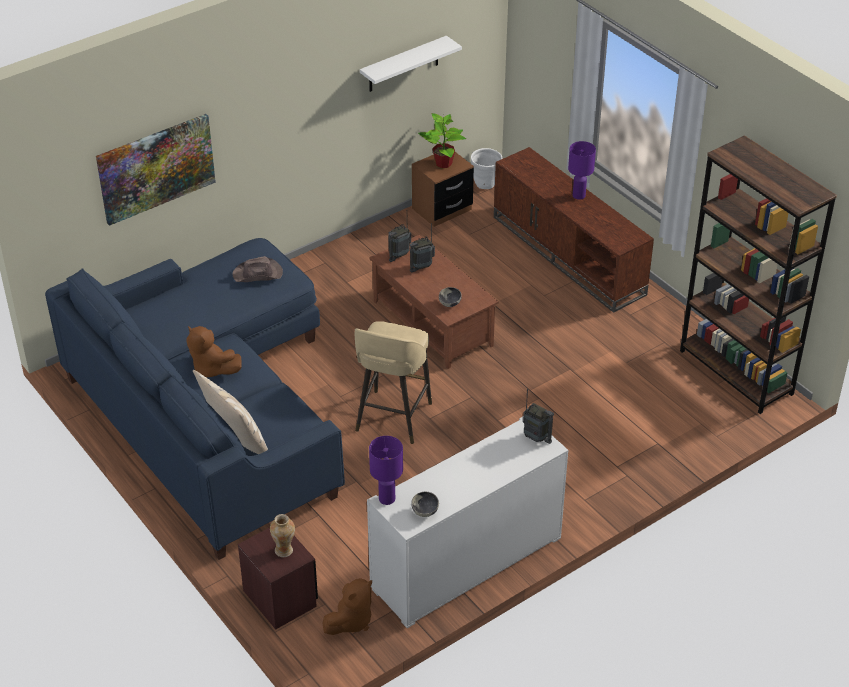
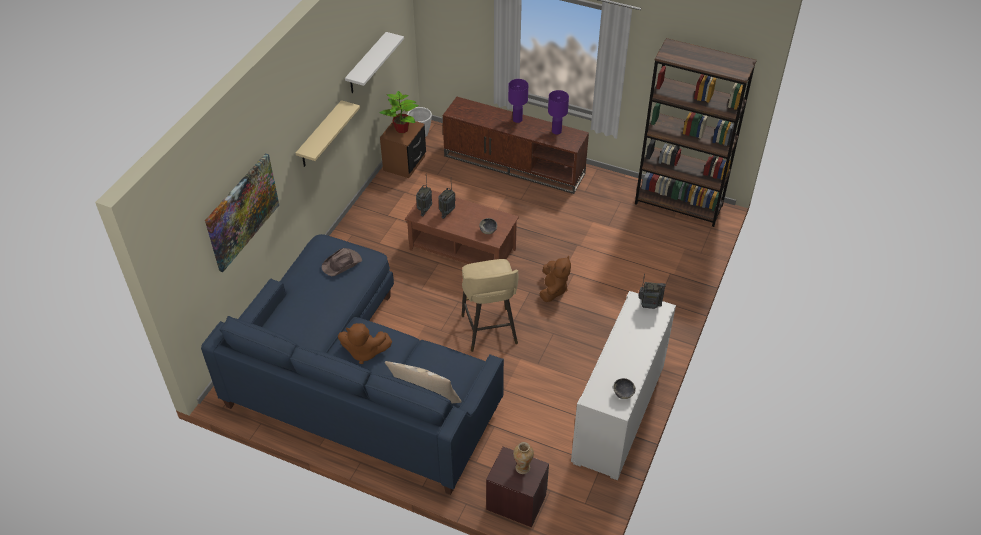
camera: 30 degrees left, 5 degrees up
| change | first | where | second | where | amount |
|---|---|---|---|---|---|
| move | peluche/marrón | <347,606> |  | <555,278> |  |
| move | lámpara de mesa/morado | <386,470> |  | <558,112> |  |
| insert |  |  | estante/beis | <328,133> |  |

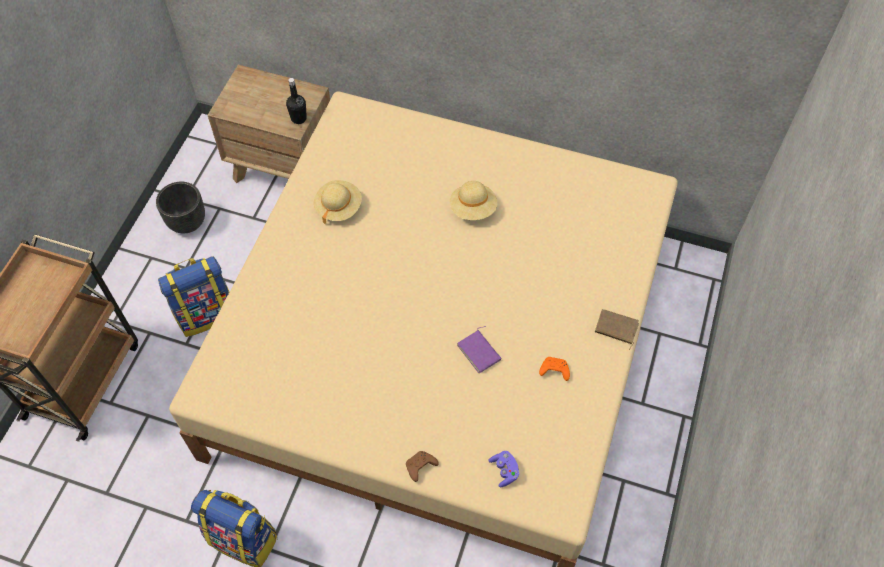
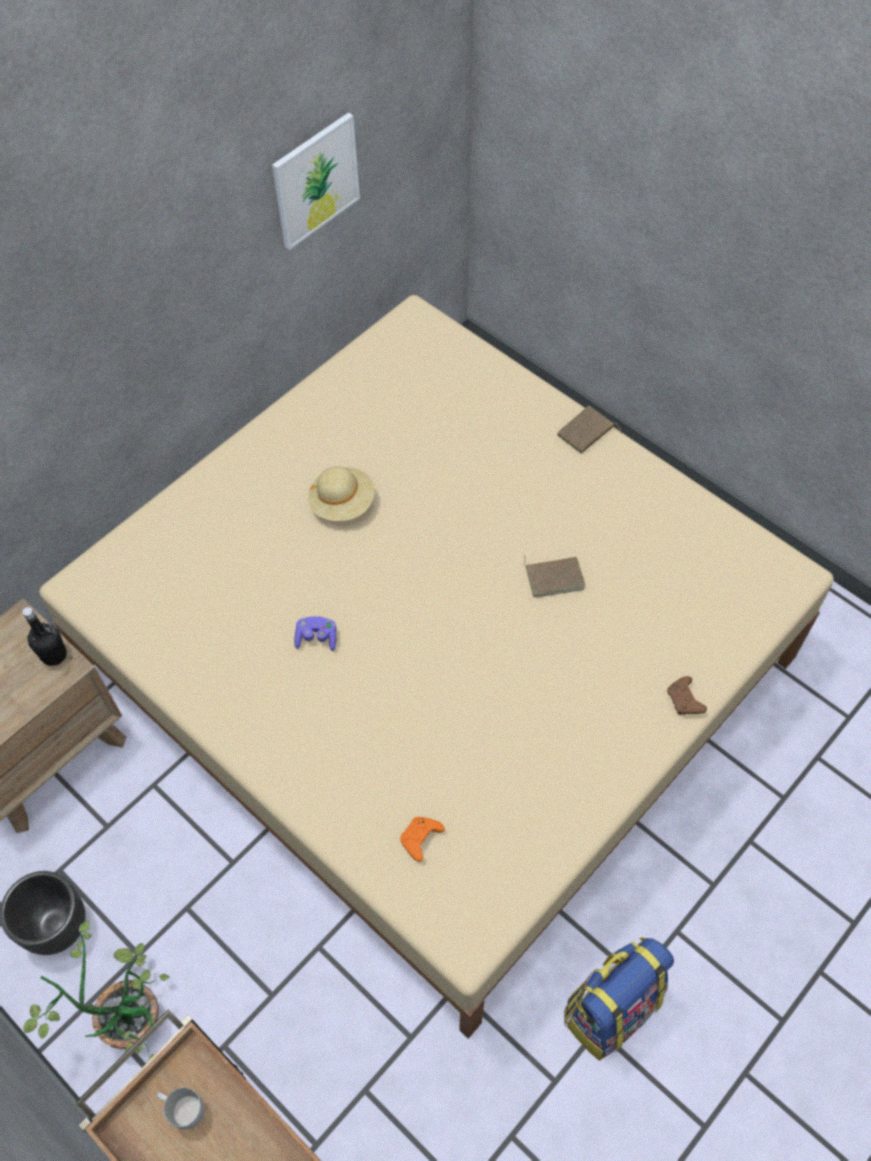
camera: 65 degrees left, 0 degrees up
| change | first | where | second | where | amount |
|---|---|---|---|---|---|
| delete | mochila | <193,296> |  |  |  |
| delete | sombrero/beis | <338,202> |  |  |  |
| recolor | libro/morado | <479,349> | libro/marrón | <555,577> |  |
| move | mando de consola/morado | <504,469> |  | <315,633> |  |
| move | mando de consola/naranja | <554,369> |  | <422,839> |  |
| insert |  |  | planta en maceta | <96,990> |  |
| insert |  |  | taza grande/blanco | <180,1108> |  |
| insert |  |  | cuadro | <316,181> |  |

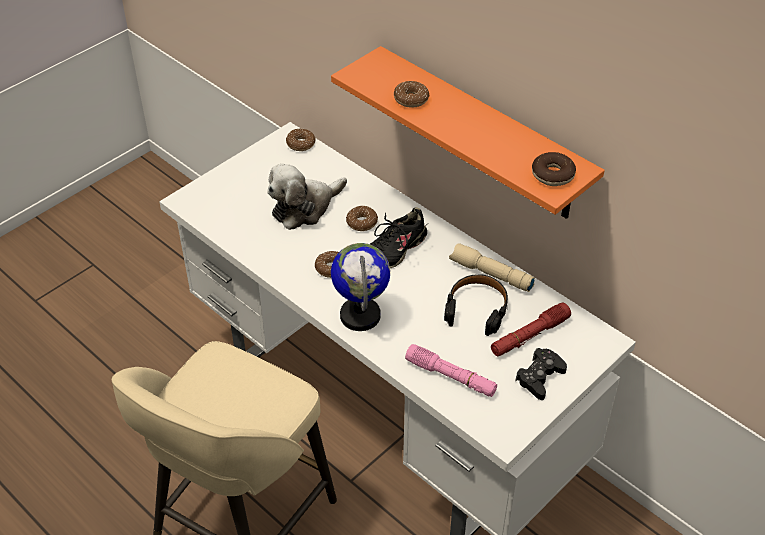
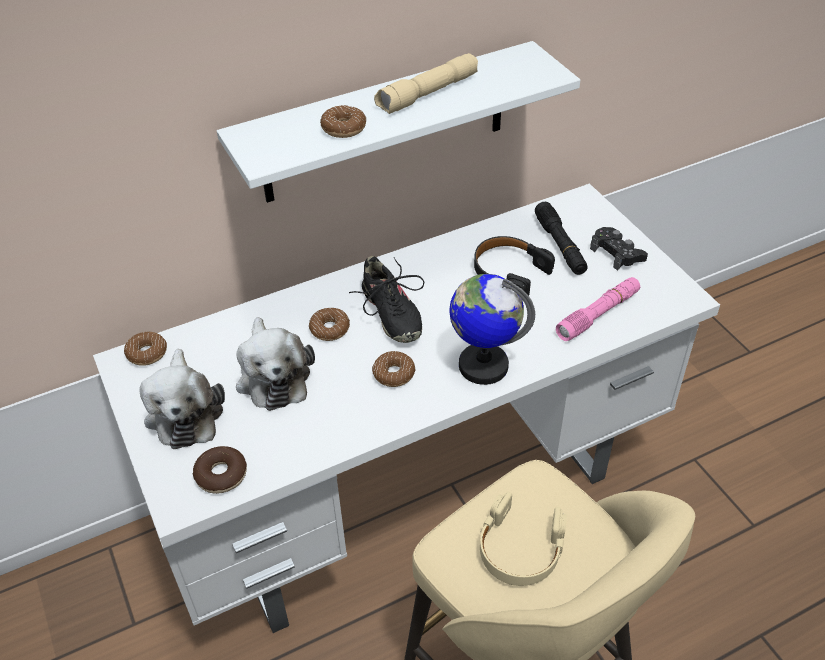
camera: 70 degrees left, 0 degrees up
| change | first | where | second | where | amount |
|---|---|---|---|---|---|
| recolor | estante/naranja | <468,132> | estante/blanco | <398,122> |  |
| move | linterna/beis | <492,268> |  | <426,83> |  |
| recolor | linterna/rojo | <531,329> | linterna/negro | <561,238> |  |
| move | rosquilla | <554,169> |  | <220,470> |  |
| insert |  |  | peluche | <182,399> |  |
| insert |  |  | auriculares/beis | <523,539> |  |

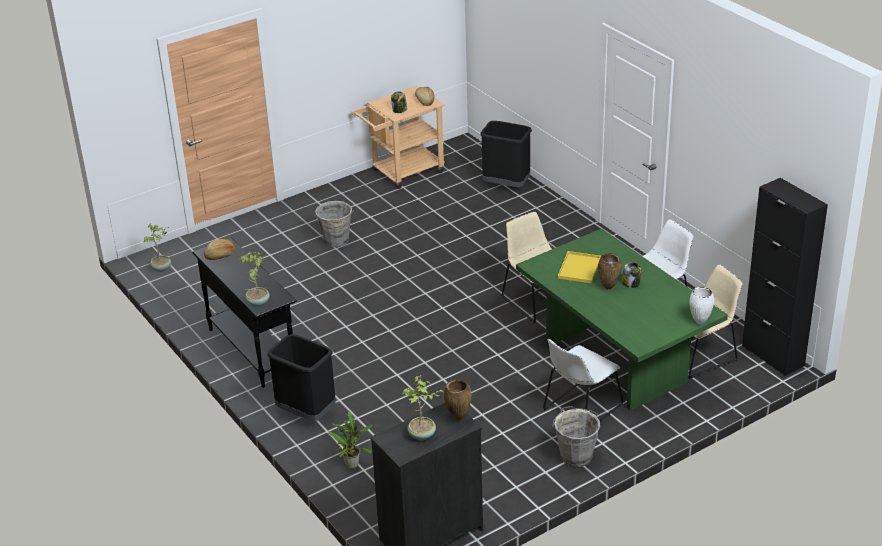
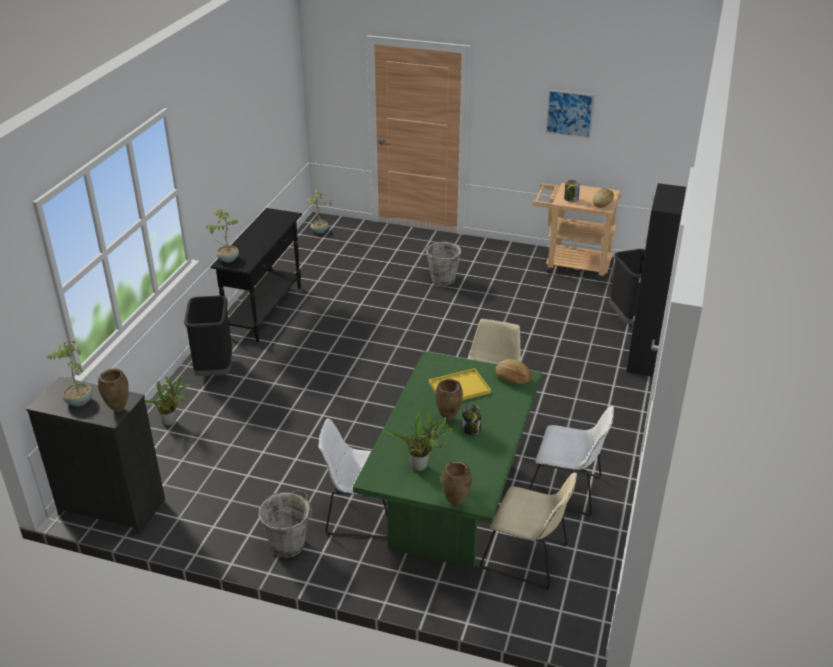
camera: 50 degrees right, 0 degrees up
| change | first | where | second | where | amount |
|---|---|---|---|---|---|
| move | pan | <220,249> |  | <513,371> |  |
| recolor | florero/blanco | <701,305> | florero/marrón | <456,483> |  |
| move | armario/negro | <785,277> |  | <656,280> |  |
| insert |  |  | planta en maceta | <419,441> |  |
| insert |  |  | cuadro | <570,114> |  |

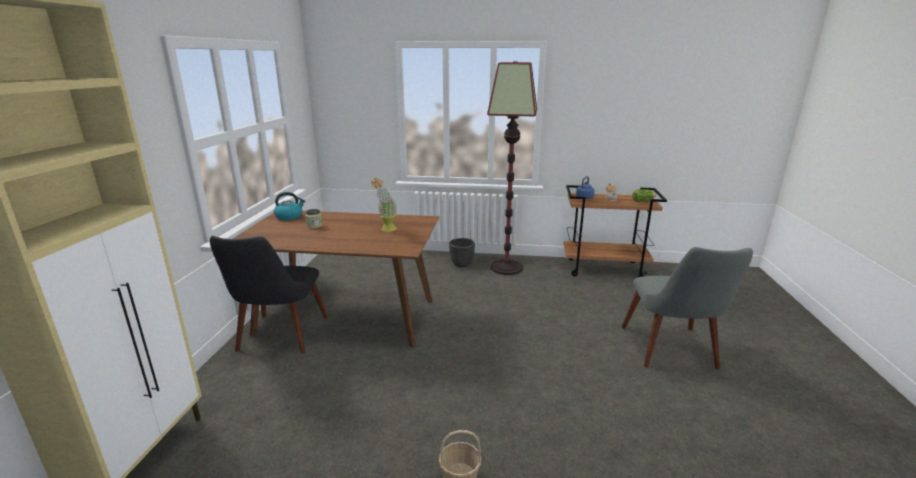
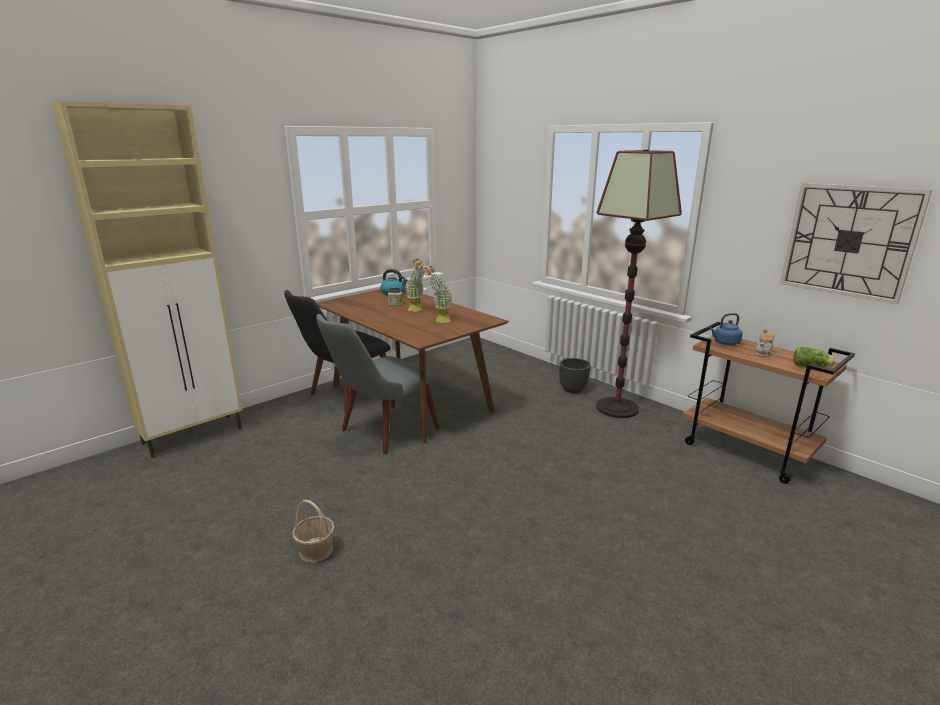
camera: 40 degrees right, 0 degrees up
| change | first | where | second | where | amount |
|---|---|---|---|---|---|
| move | silla/gris | <687,308> |  | <378,384> |  |
| insert |  |  | planta en maceta | <414,285> |  |
| insert |  |  | reloj de pared | <856,243> |  |

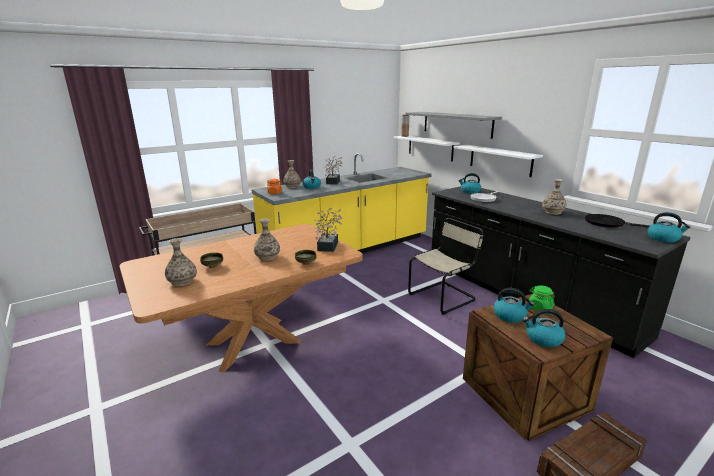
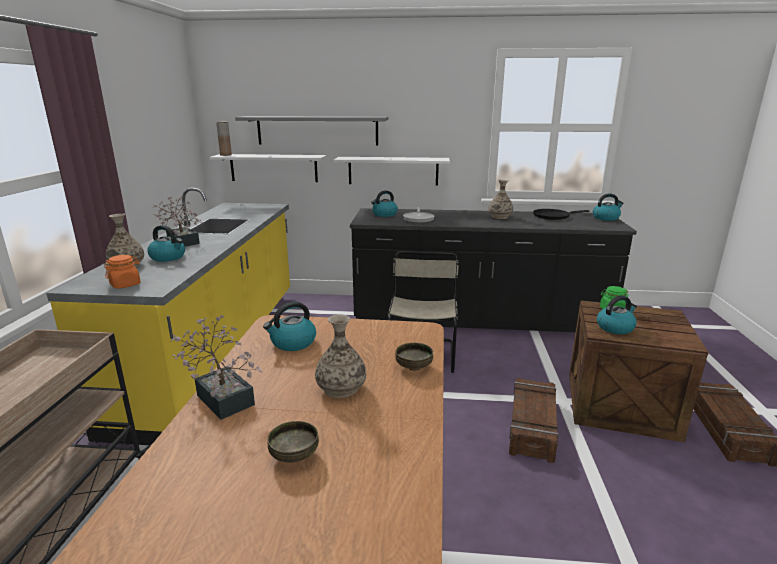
camera: 50 degrees left, 0 degrees up
| change | first | where | second | where | amount |
|---|---|---|---|---|---|
| delete | florero | <181,262> |  |  |  |
| move | planta en maceta | <328,230> |  | <216,367> |  |
| move | hervidor | <544,328> |  | <289,326> |  |
| insert |  |  | caja de embalaje | <534,420> |  |

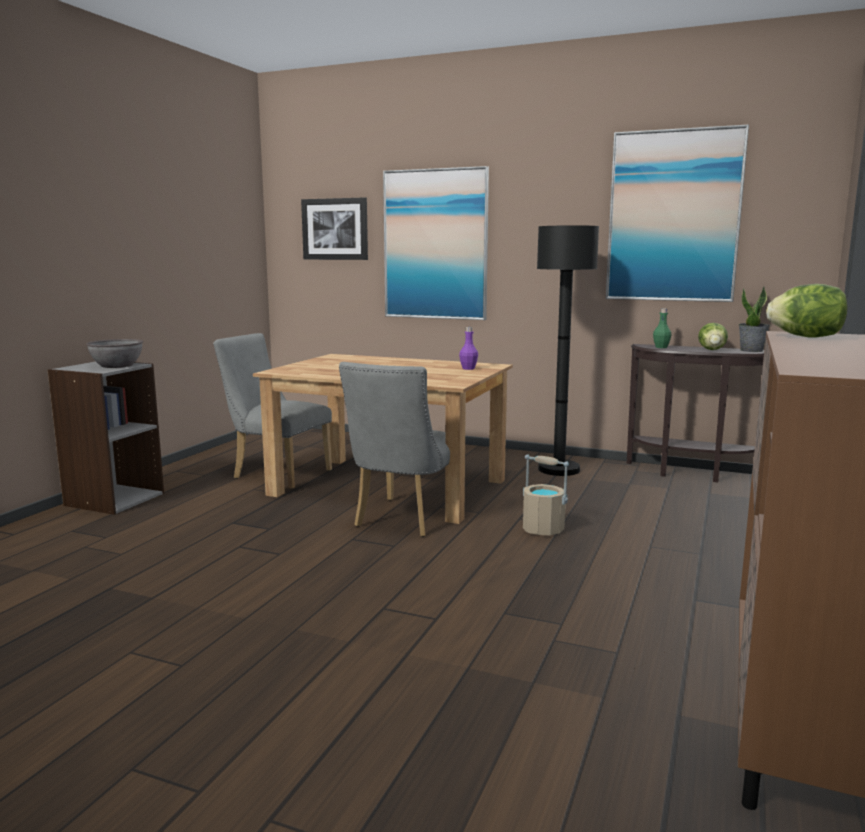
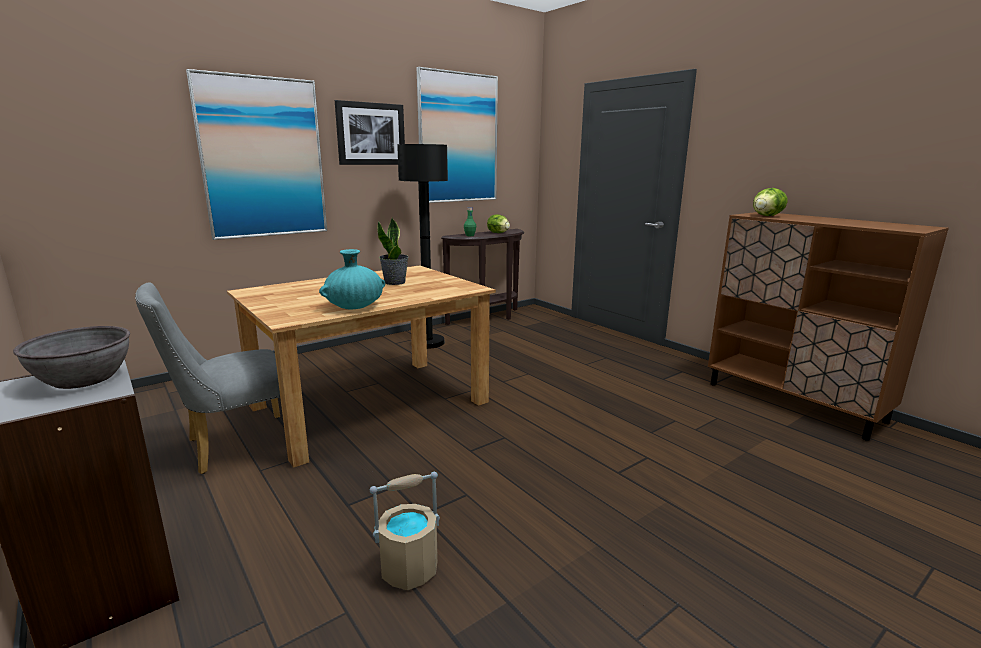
camera: 60 degrees left, 5 degrees up
| change | first | where | second | where | amount |
|---|---|---|---|---|---|
| move | cuadro | <334,228> |  | <370,132> |  |
| delete | silla/gris | <394,449> |  |  |  |
| delete | botella/morado | <468,348> |  |  |  |
| move | cubo/beis | <546,495> |  | <405,531> |  |
| move | planta en maceta | <754,319> |  | <393,251> |  |
| insert |  |  | florero/turquesa | <352,279> |  |

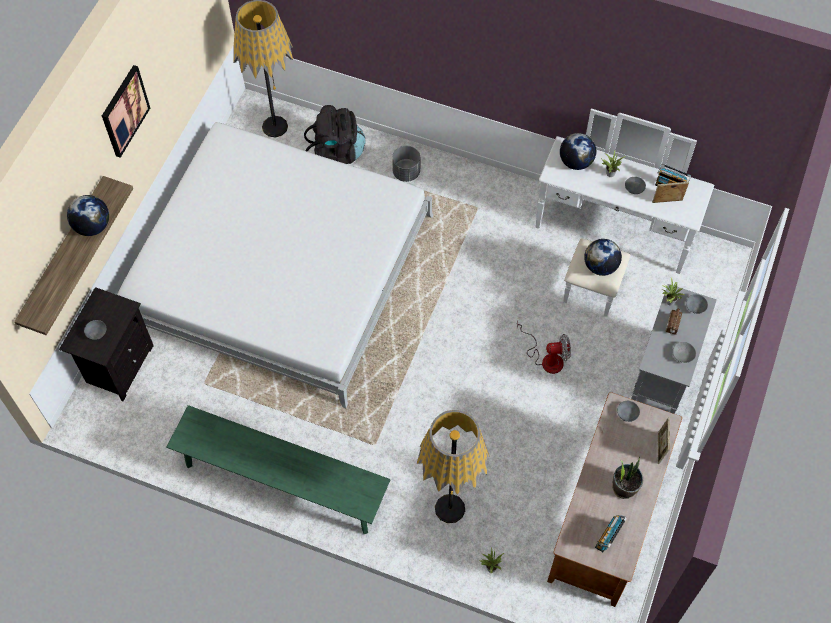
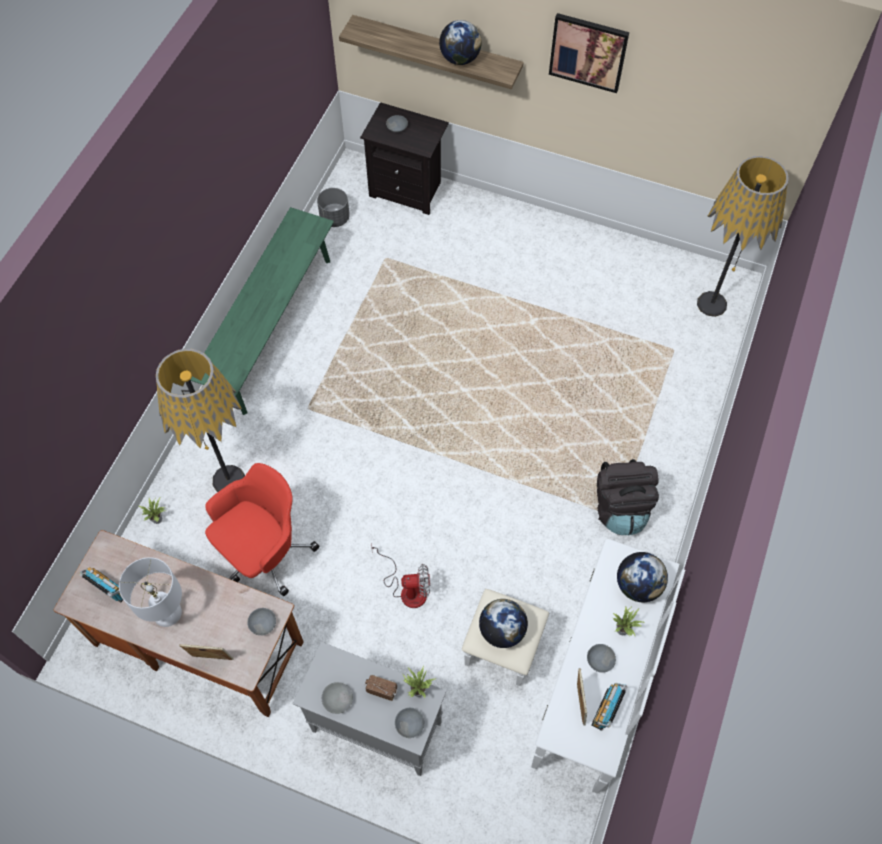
camera: 90 degrees right, 0 degrees up
| change | first | where | second | where | amount |
|---|---|---|---|---|---|
| delete | cama/blanco | <276,265> |  |  |  |
| move | mochila/negro | <334,134> |  | <628,497> |  |
| move | maceta/gris | <406,164> |  | <333,207> |  |
| rotate | ventilador | <544,347> |  | <400,575> | 90 degrees counterclockwise |
| replace | planta en maceta | <628,478> | lámpara de mesa/blanco | <150,592> |  |
| insert |  |  | silla de oficina/rojo | <262,529> |  |

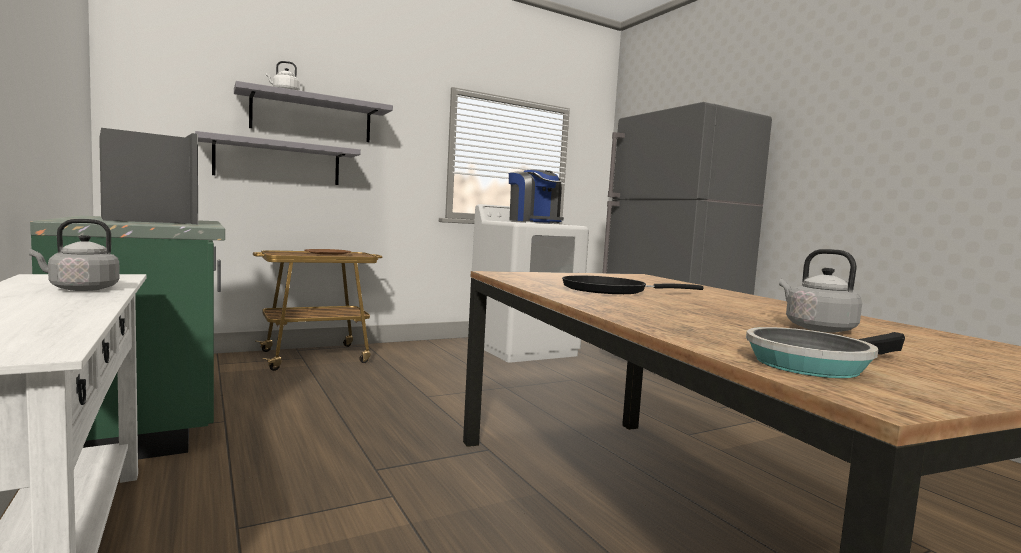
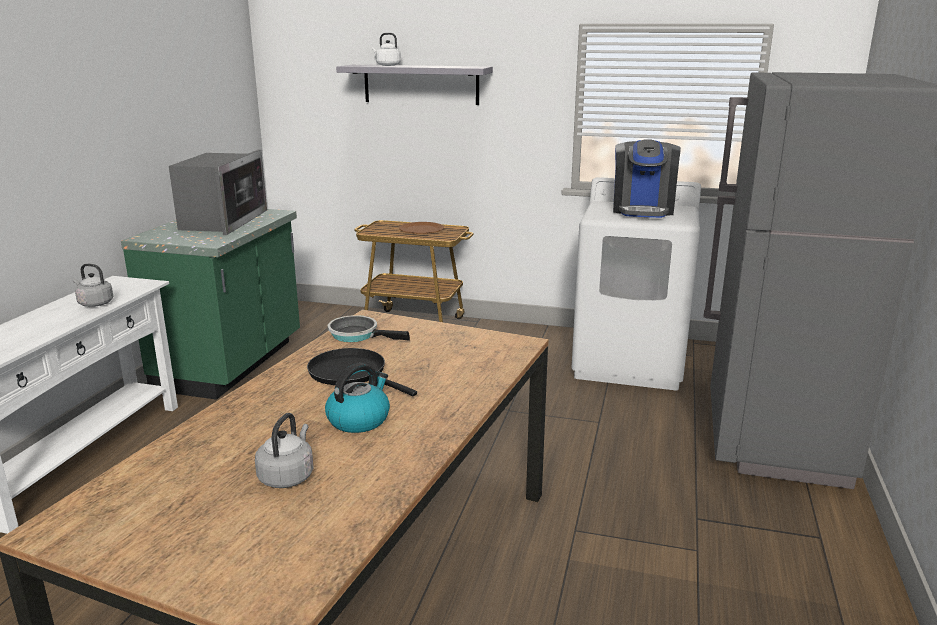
camera: 45 degrees right, 15 degrees up
| change | first | where | second | where | amount |
|---|---|---|---|---|---|
| delete | estante/gris | <278,158> |  |  |  |
| move | sartén | <825,352> |  | <369,328> |  |
| insert |  |  | hervidor | <357,398> |  |

